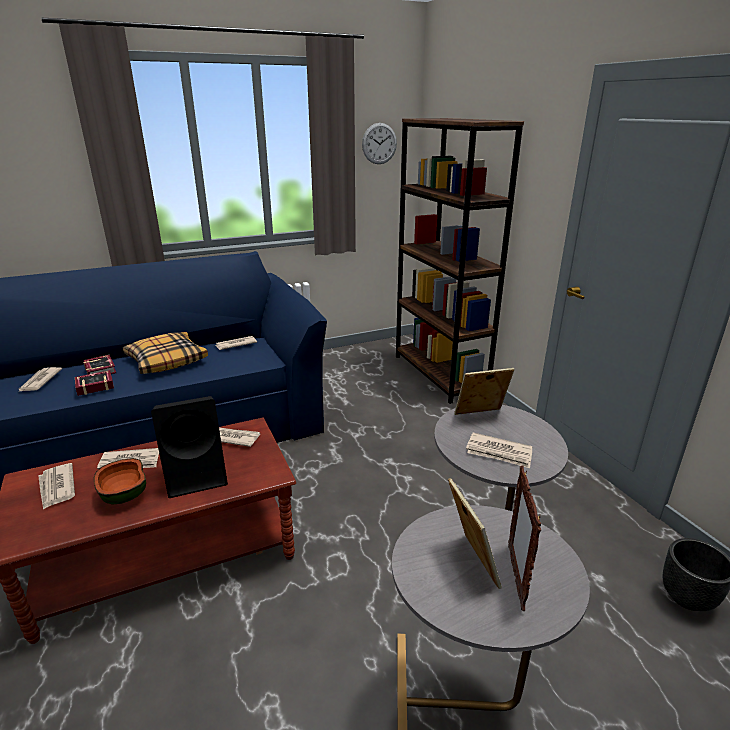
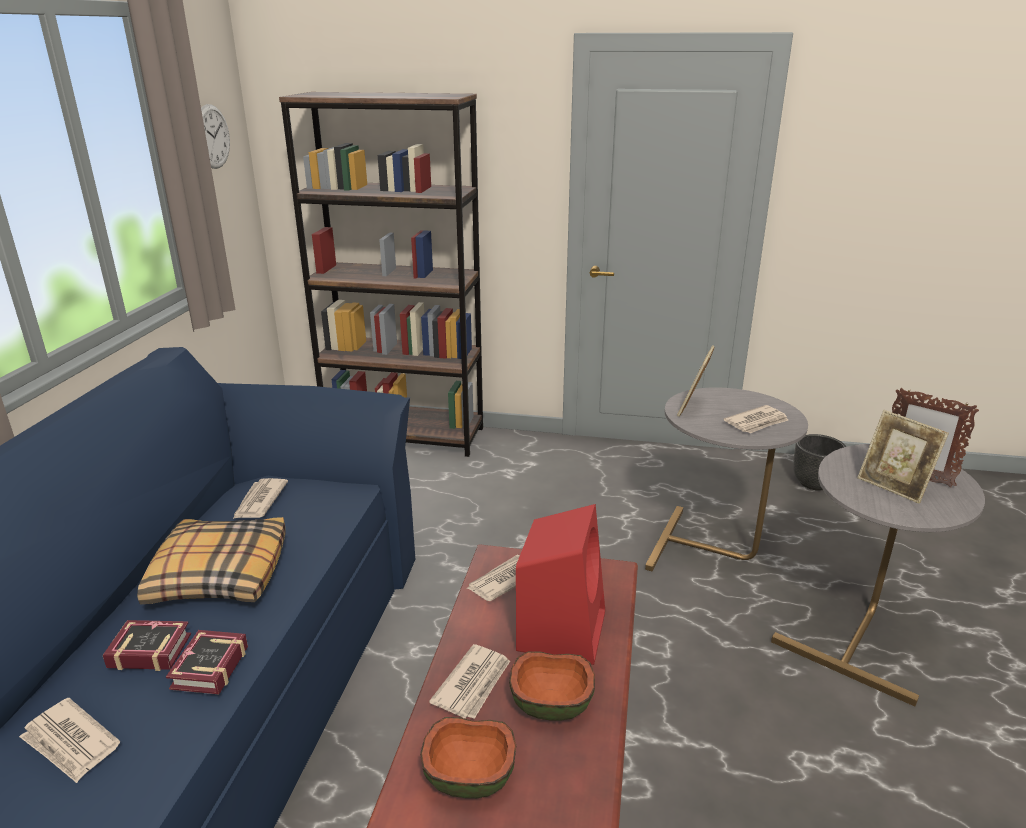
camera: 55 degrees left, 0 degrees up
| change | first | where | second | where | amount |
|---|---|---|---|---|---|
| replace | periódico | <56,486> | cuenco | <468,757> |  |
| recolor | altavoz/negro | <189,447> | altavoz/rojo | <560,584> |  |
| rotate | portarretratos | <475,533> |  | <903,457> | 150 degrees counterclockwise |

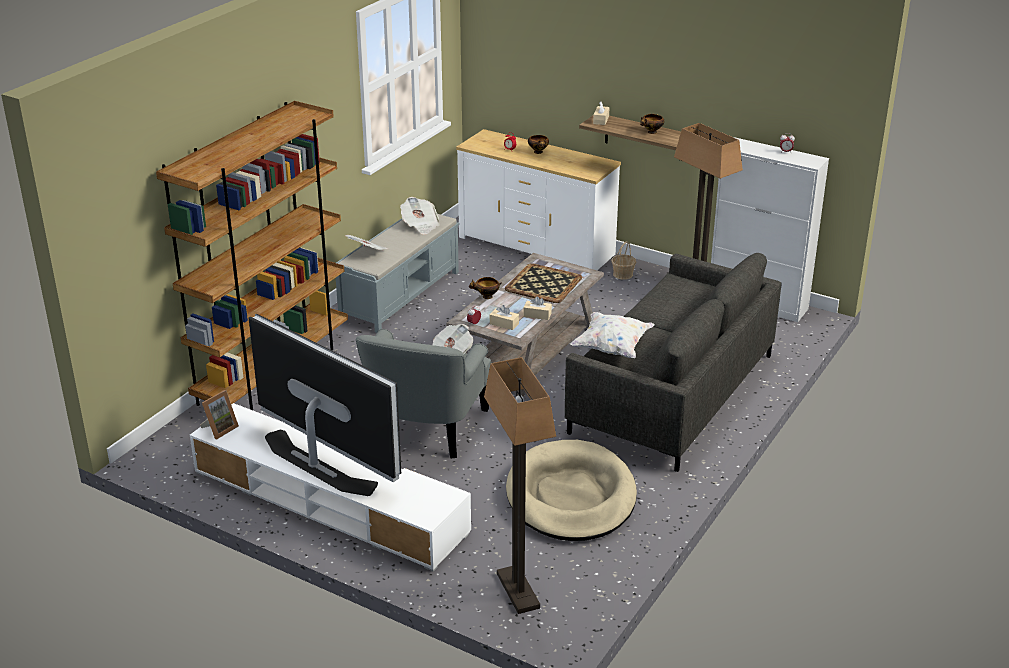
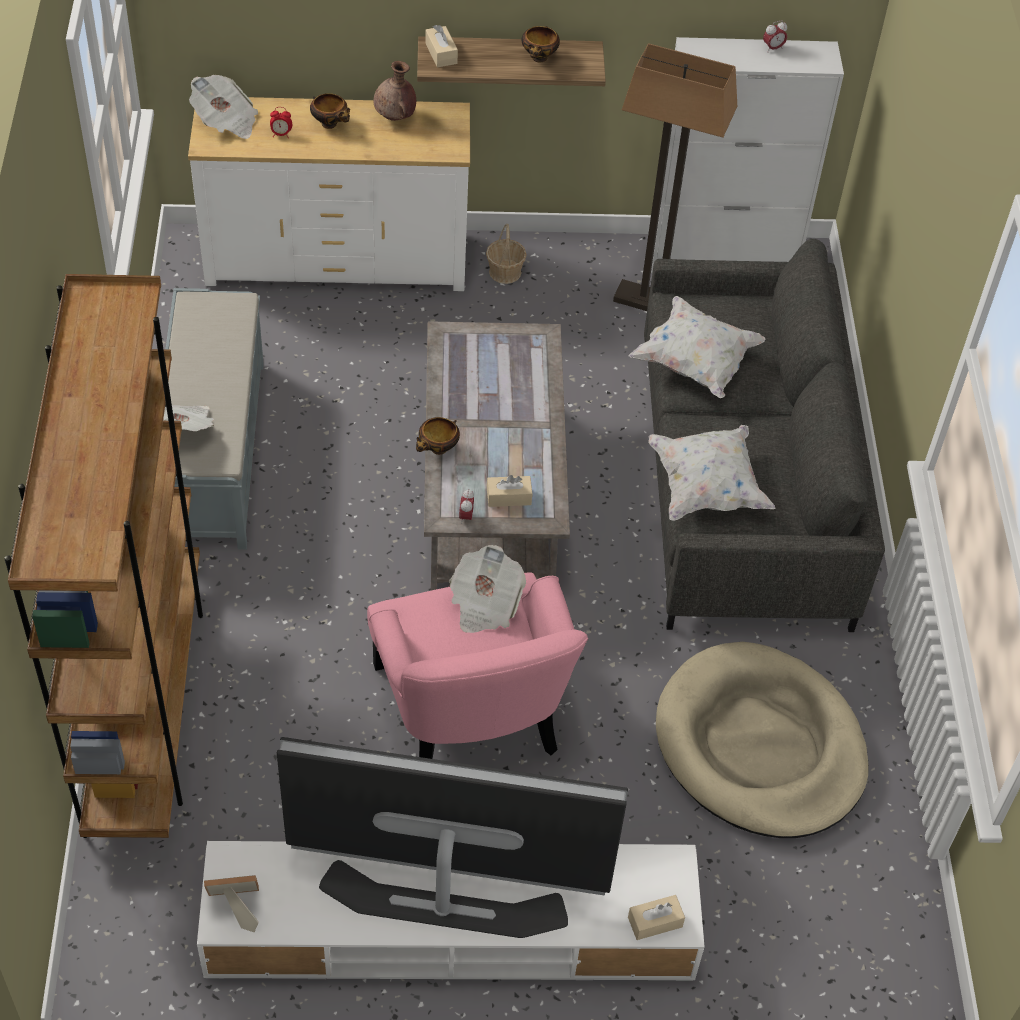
camera: 35 degrees left, 20 degrees up
| change | first | where | second | where | amount |
|---|---|---|---|---|---|
| rotate | portarretratos | <219,414> |  | <231,903> | 105 degrees counterclockwise |
| recolor | sillón/gris | <424,394> | sillón/rosa | <477,666> |  |
| move | periódico | <420,216> |  | <223,107> |  |
| delete | lámpara de pie | <520,485> |  |  |  |
| delete | bandeja | <543,283> |  |  |  |
| move | caja de pañuelos/beis | <537,308> |  | <656,917> |  |
| insert |  |  | florero/marrón | <395,91> |  |
| insert |  |  | cojín/blanco | <697,347> |  |

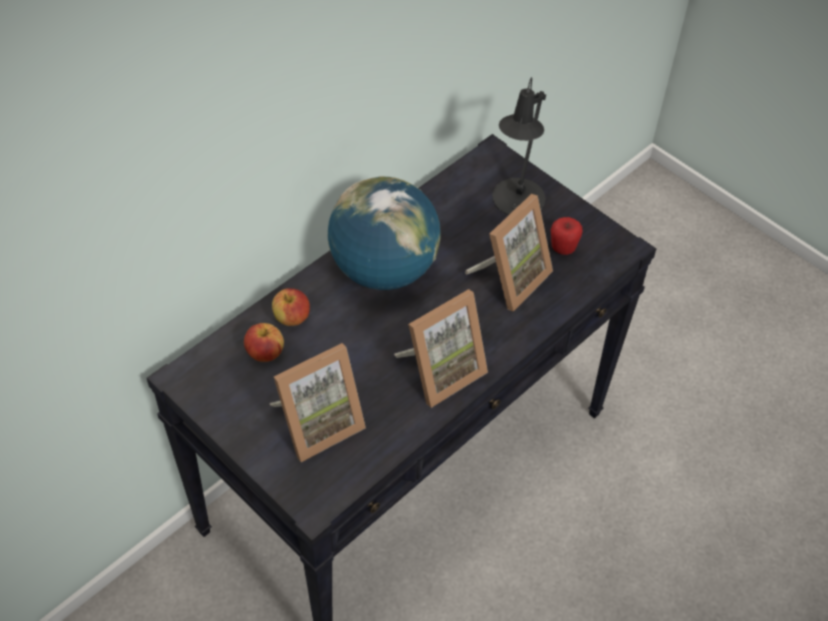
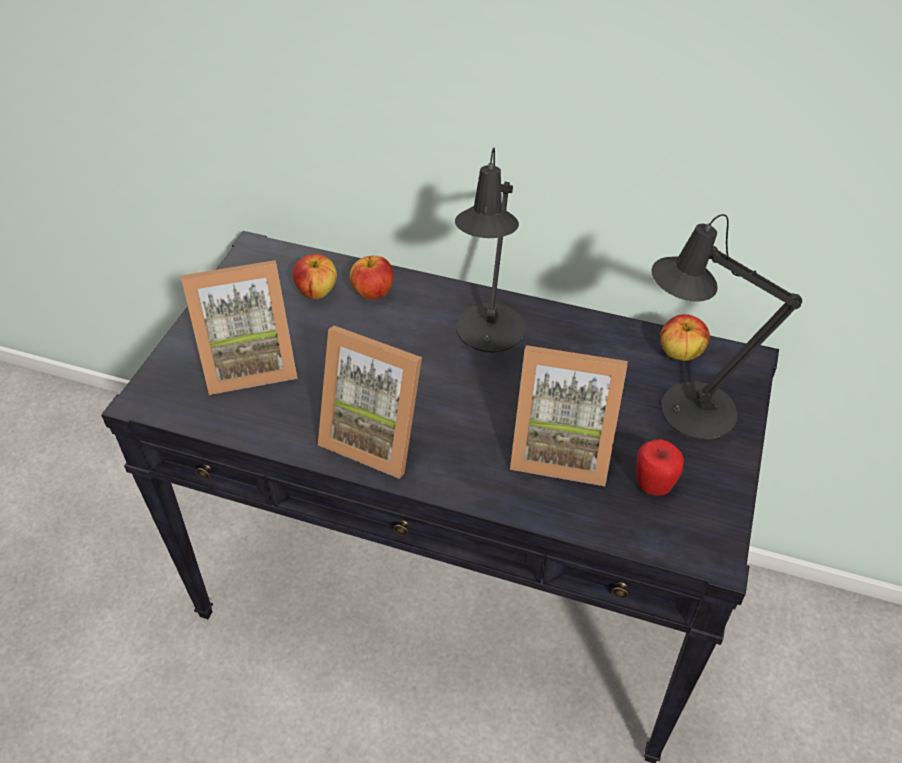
camera: 65 degrees right, 5 degrees down
| change | first | where | second | where | amount |
|---|---|---|---|---|---|
| rotate | portarretratos | <318,402> |  | <239,327> | 45 degrees counterclockwise |
| replace | globo terráqueo | <384,233> | lámpara de mesa/negro | <490,249> |  |
| insert |  |  | manzana | <685,337> |  |

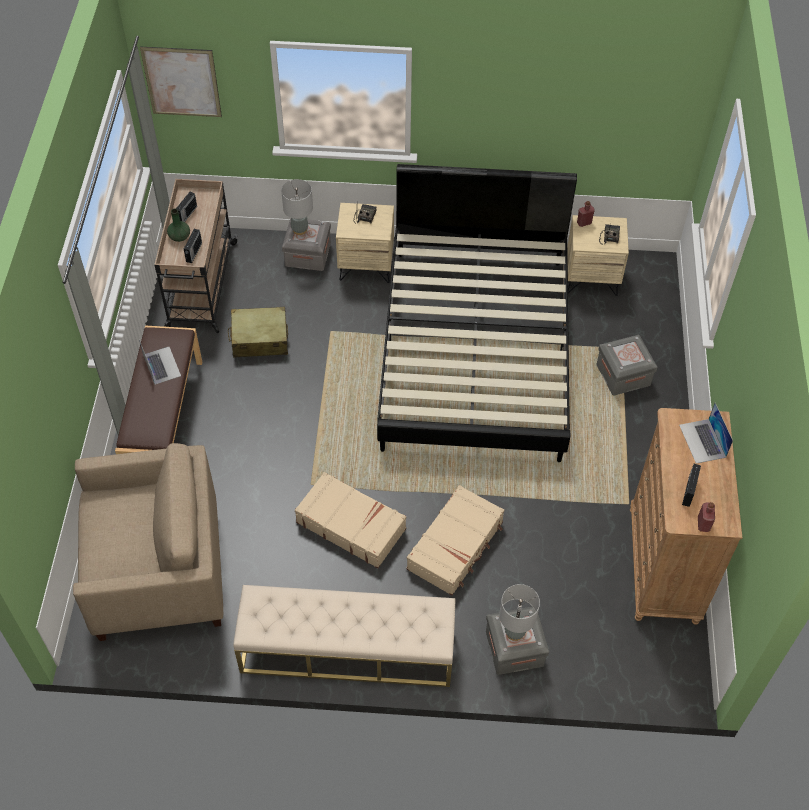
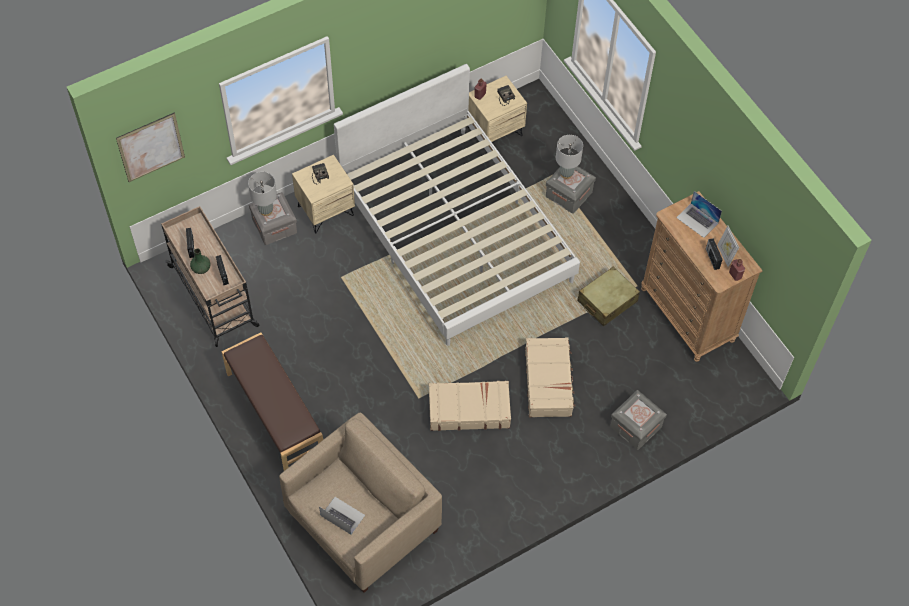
camera: 35 degrees left, 5 degrees up
| change | first | where | second | where | amount |
|---|---|---|---|---|---|
| move | portátil | <160,362> |  | <342,516> |  |
| move | maleta/beis | <258,332> |  | <608,296> |  |
| delete | banco/beis | <344,636> |  |  |  |
| recolor | cama/negro | <477,313> | cama/blanco | <457,205> |  |
| move | lámpara de mesa/gris | <519,612> |  | <569,157> |  |
| insert |  |  | portarretratos | <728,246> |  |

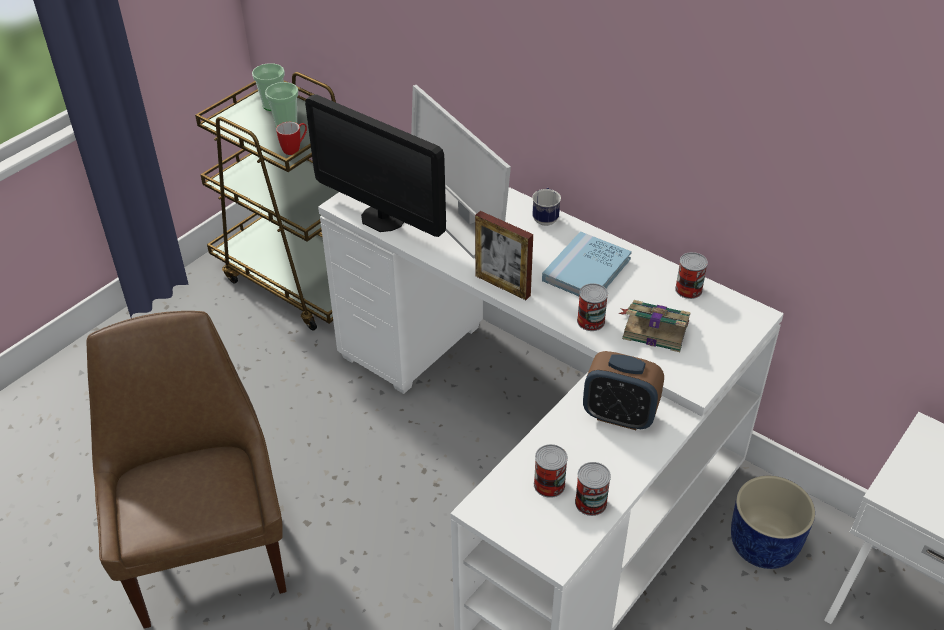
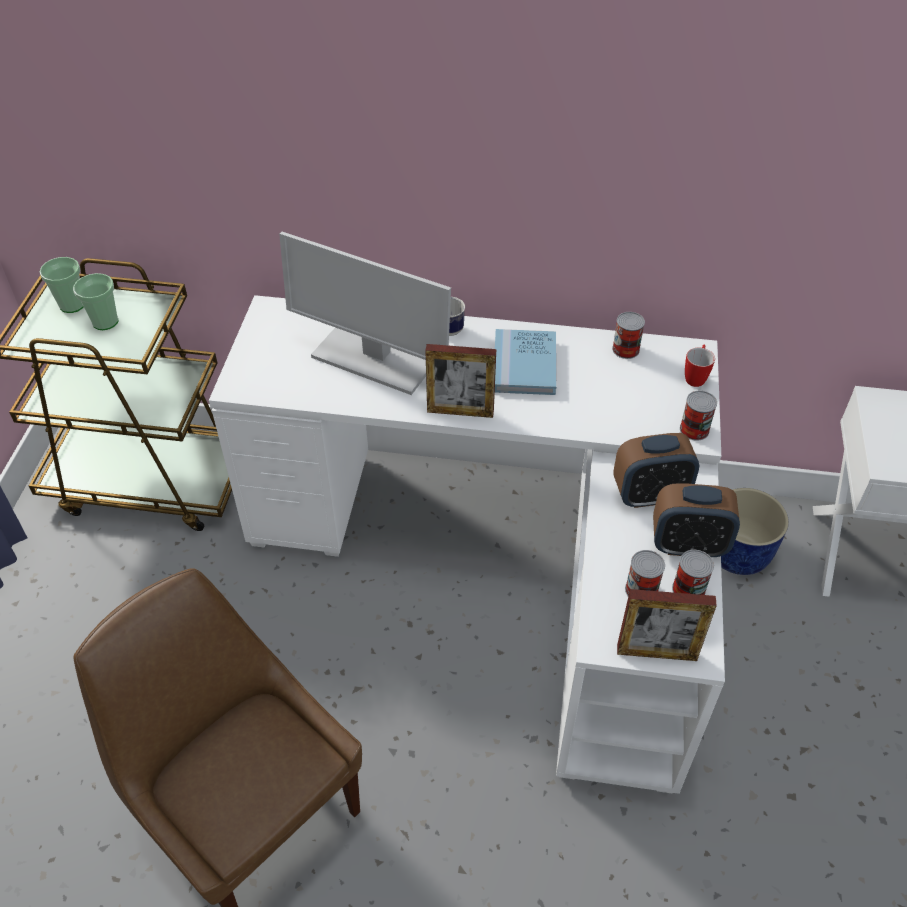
camera: 30 degrees left, 5 degrees up
| change | first | where | second | where | amount |
|---|---|---|---|---|---|
| move | taza grande | <291,138> |  | <700,366> |  |
| delete | monitor | <375,165> |  |  |  |
| move | lata | <592,307> |  | <698,415> |  |
| delete | libro | <655,326> |  |  |  |
| insert |  |  | portarretratos | <667,625> |  |
| insert |  |  | despertador | <696,520> |  |

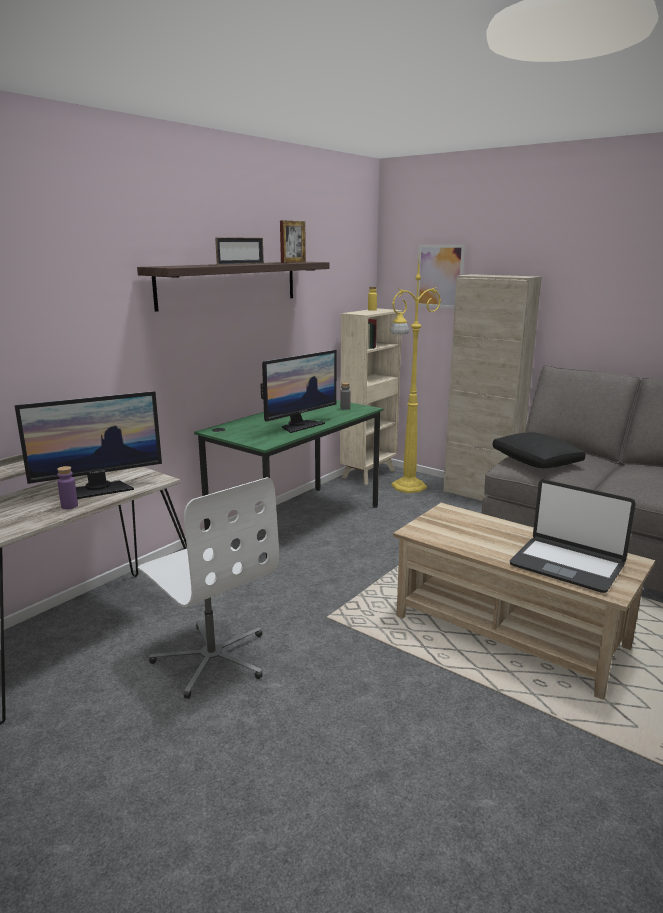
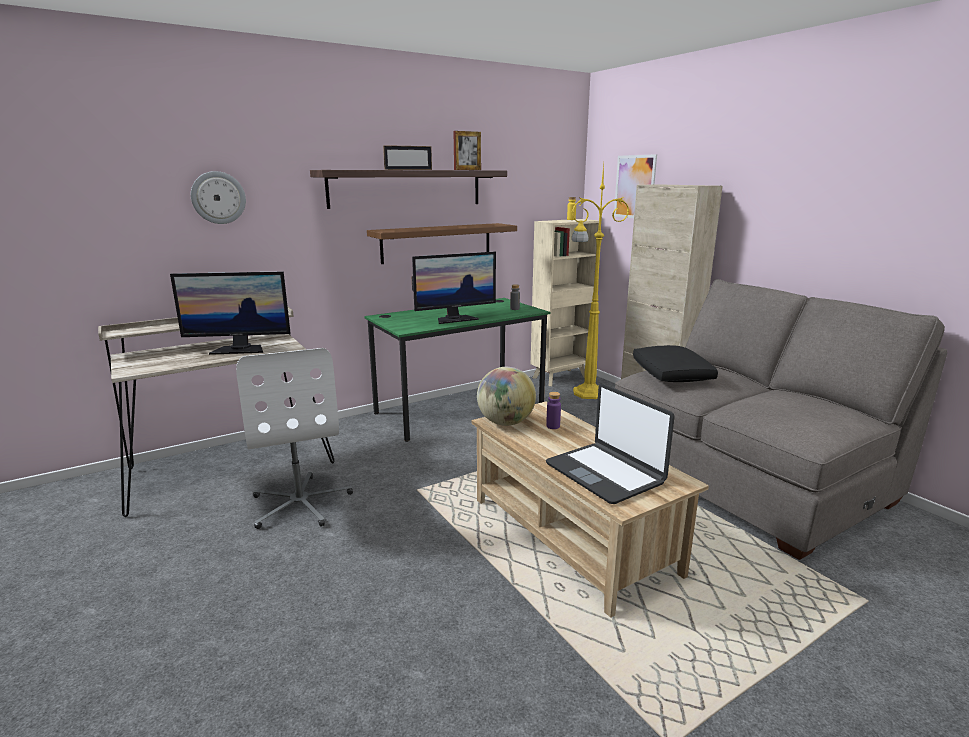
camera: 20 degrees right, 0 degrees up
| change | first | where | second | where | amount |
|---|---|---|---|---|---|
| move | botella/morado | <67,487> |  | <553,410> |  |
| insert |  |  | reloj de pared | <218,197> |  |
| insert |  |  | estante/marrón | <442,243> |  |
| insert |  |  | globo terráqueo | <506,396> |  |

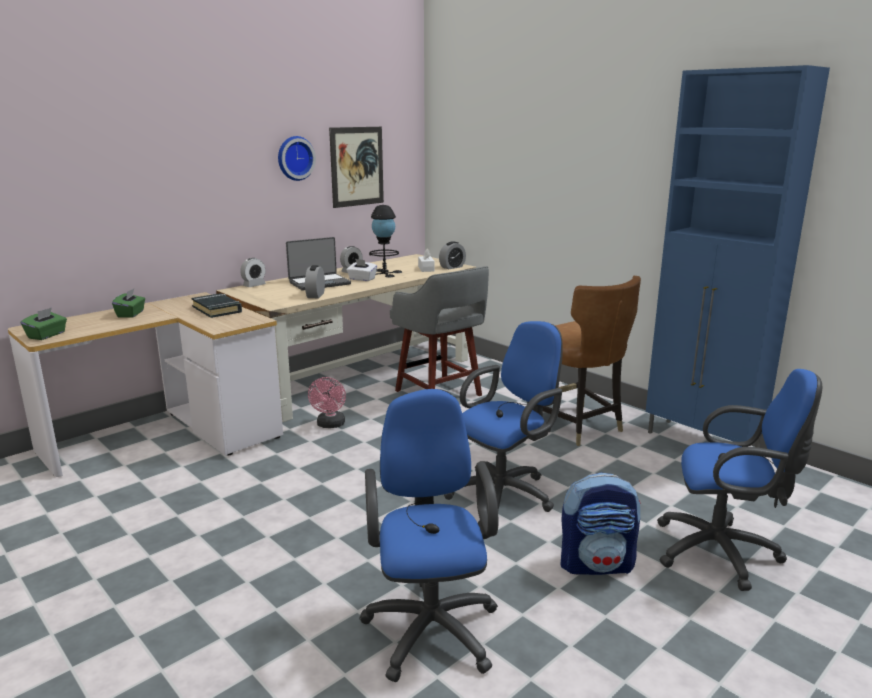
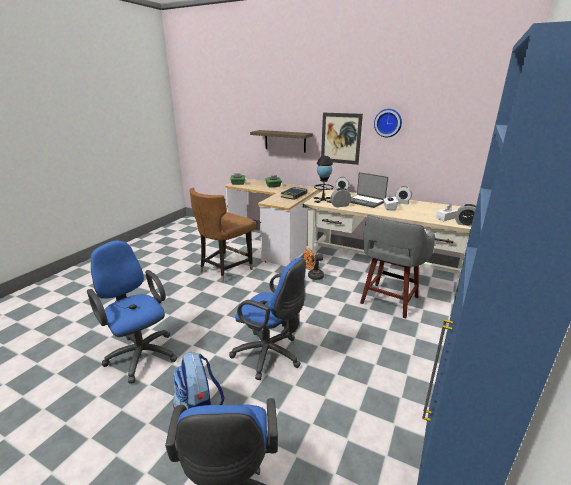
camera: 70 degrees right, 5 degrees up
| change | first | where | second | where | amount |
|---|---|---|---|---|---|
| recolor | ventilador/rosa | <327,402> | ventilador/naranja | <313,264> |  |
| move | cuadro | <356,167> |  | <342,139> |  |
| rotate | silla de oficina/azul | <428,535> |  | <132,311> | 105 degrees counterclockwise |
| move | lámpara de mesa/negro | <385,241> |  | <323,179> |  |
| move | silla/marrón | <584,361> |  | <222,235> |  |
| insert |  |  | estante | <281,141> |  |

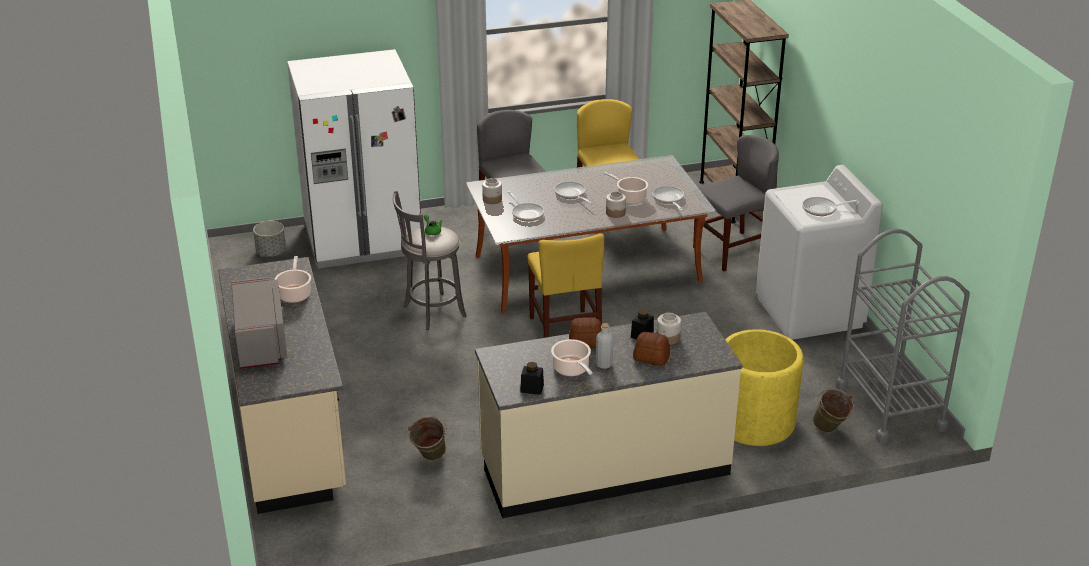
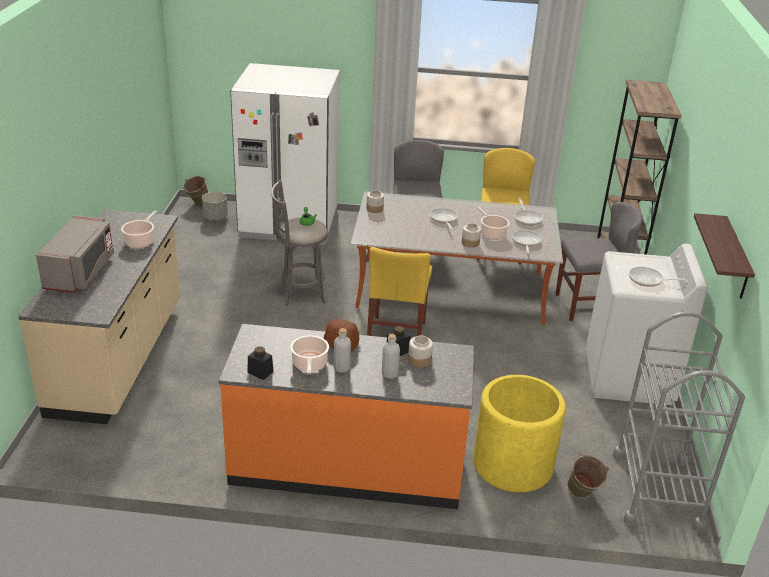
camera: 20 degrees right, 0 degrees up
| change | first | where | second | where | amount |
|---|---|---|---|---|---|
| move | cubo/verde | <427,438> |  | <195,191> |  |
| recolor | mueble bajo de cocina/beis | <609,415> | mueble bajo de cocina/naranja | <346,416> |  |
| move | sartén | <526,206> |  | <528,212> |  |
| replace | pan | <651,349> | botella/gris | <391,356> |  |
| insert |  |  | estante | <724,256> |  |

